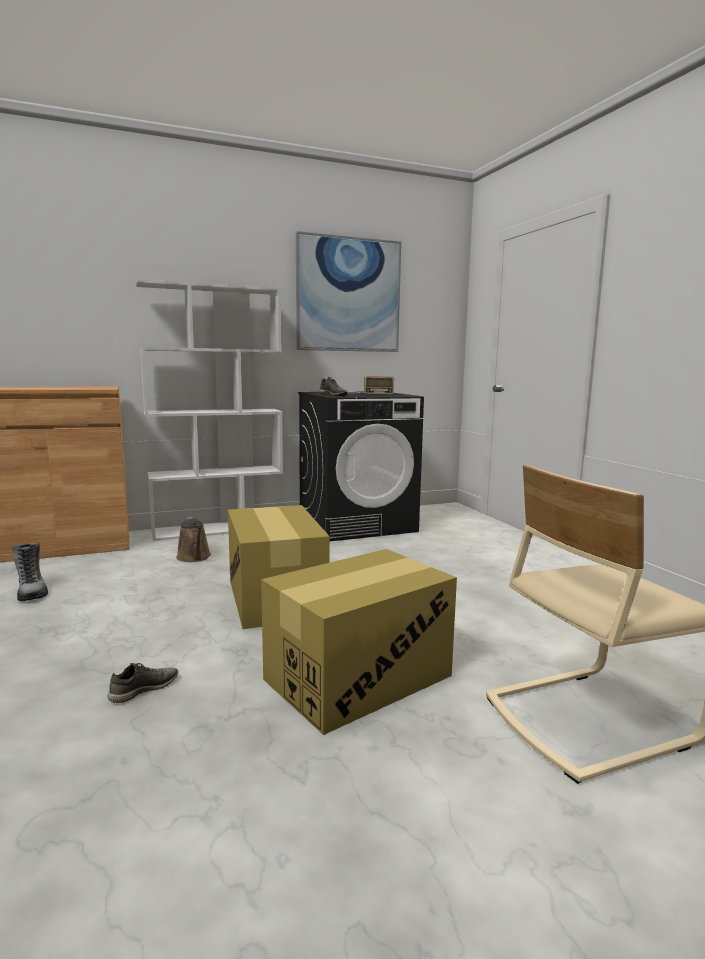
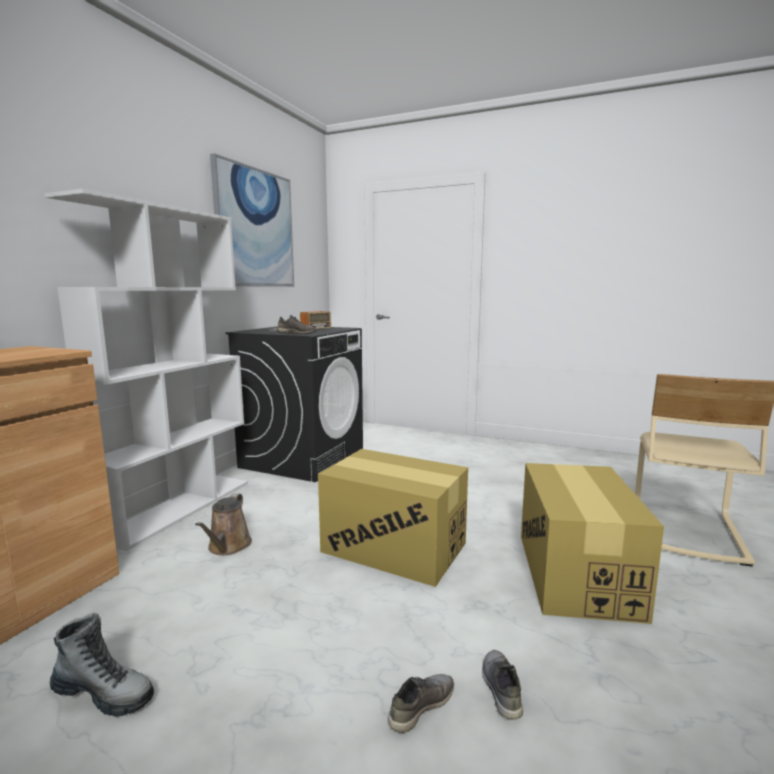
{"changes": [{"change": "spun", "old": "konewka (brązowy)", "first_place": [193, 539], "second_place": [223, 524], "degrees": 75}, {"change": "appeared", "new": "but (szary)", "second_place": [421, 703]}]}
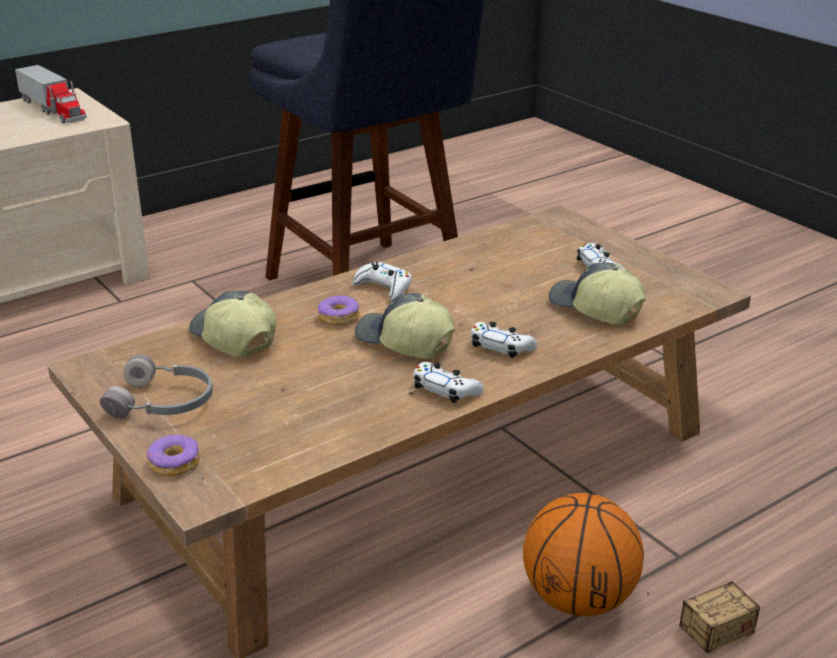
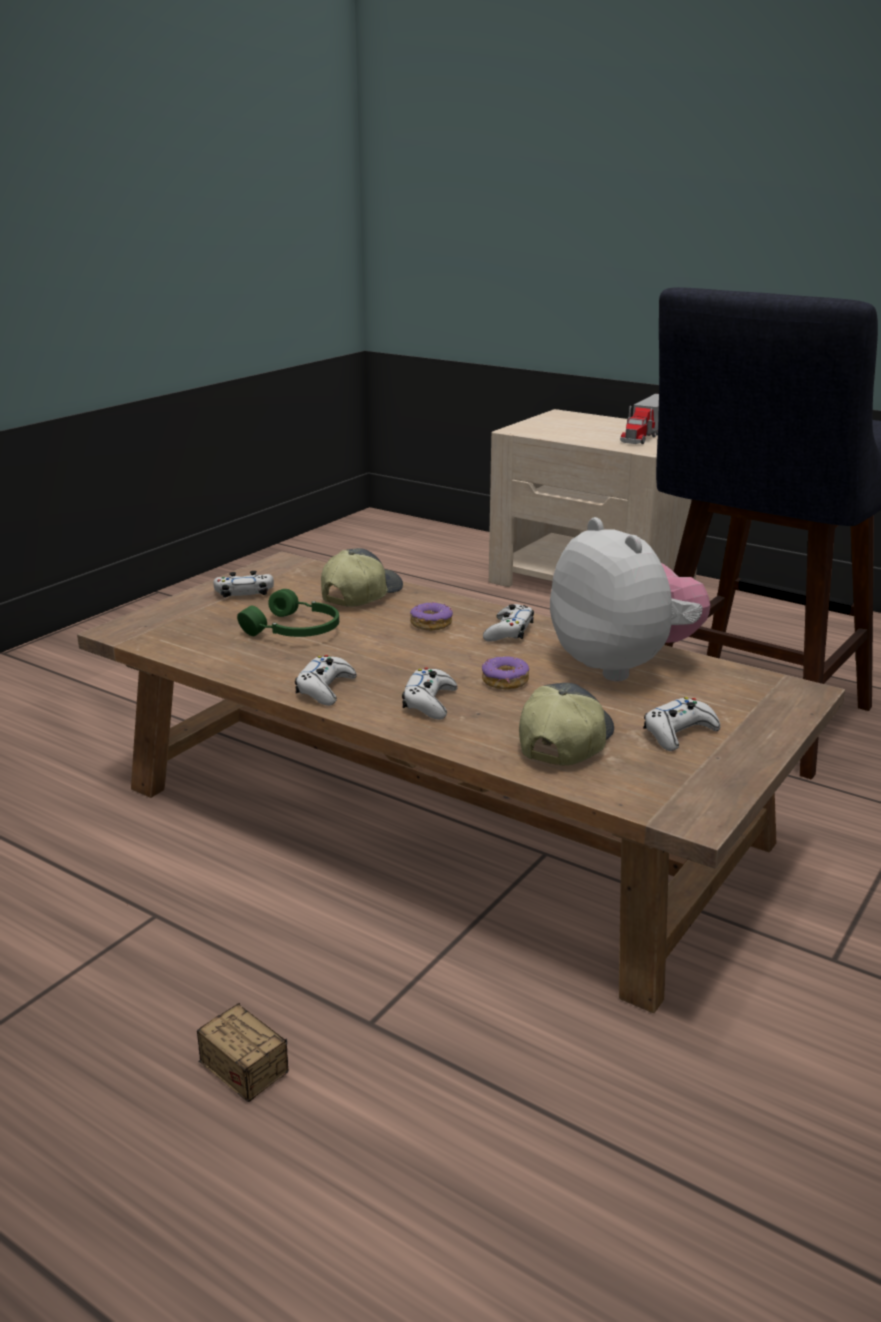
{"changes": [{"change": "missing", "old": "czapka z daszkiem", "first_place": [405, 326]}, {"change": "exchanged", "old": "słuchawki (szary)", "new": "pad do gier (biały)", "first_place": [156, 387], "second_place": [243, 584]}, {"change": "relocated", "old": "donut", "first_place": [173, 455], "second_place": [505, 673]}, {"change": "missing", "old": "piłka do koszykówki", "first_place": [583, 554]}, {"change": "appeared", "new": "pluszak", "second_place": [630, 599]}, {"change": "appeared", "new": "słuchawki (zielony)", "second_place": [288, 613]}]}
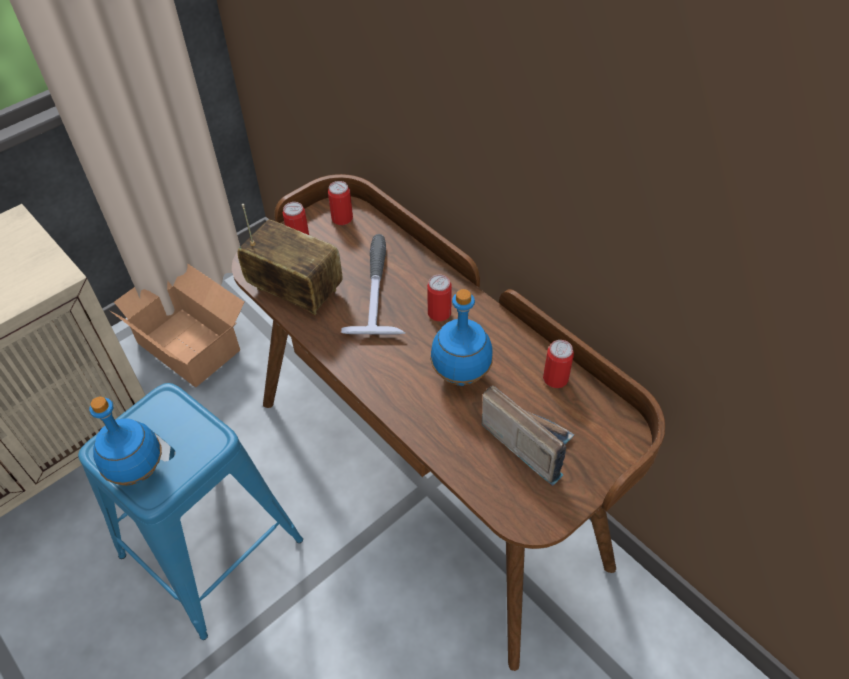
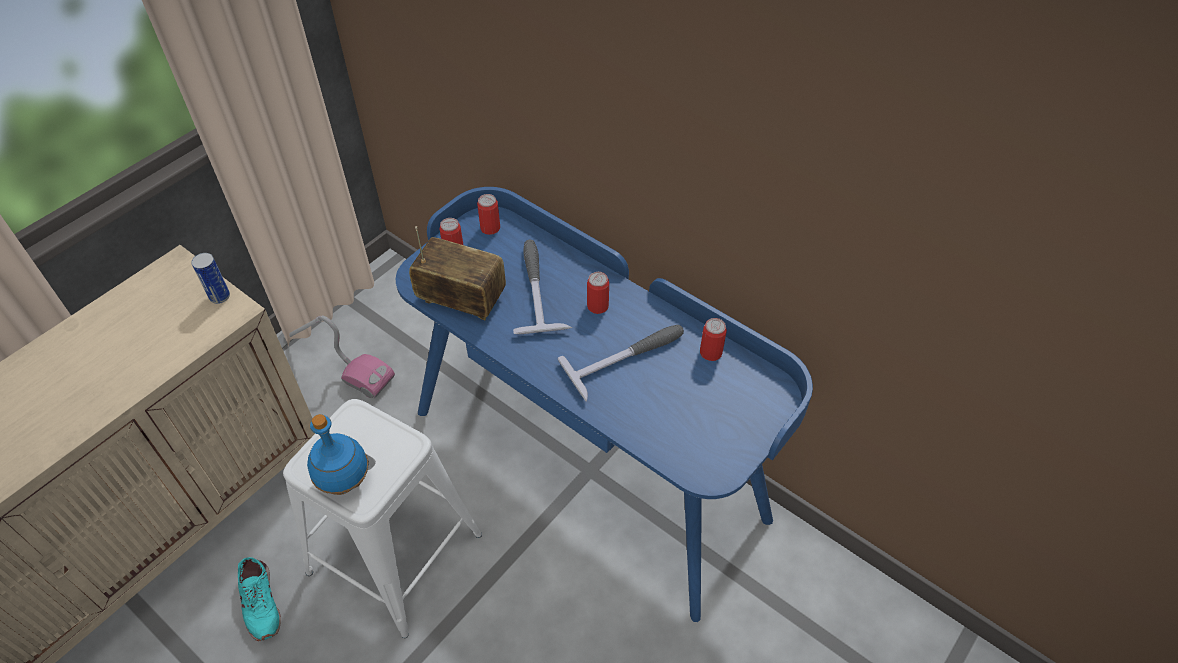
{"changes": [{"change": "colour", "old": "biurko (brązowy)", "new": "biurko (niebieski)", "first_place": [448, 422], "second_place": [604, 404]}, {"change": "exchanged", "old": "karton", "new": "odkurzacz", "first_place": [176, 325], "second_place": [336, 357]}, {"change": "exchanged", "old": "butelka (niebieski)", "new": "młotek", "first_place": [461, 337], "second_place": [621, 363]}, {"change": "colour", "old": "stołek (niebieski)", "new": "stołek (biały)", "first_place": [190, 511], "second_place": [382, 518]}, {"change": "missing", "old": "radio", "first_place": [527, 435]}, {"change": "appeared", "new": "puszka", "second_place": [210, 278]}, {"change": "appeared", "new": "but (turkusowy)", "second_place": [259, 599]}]}
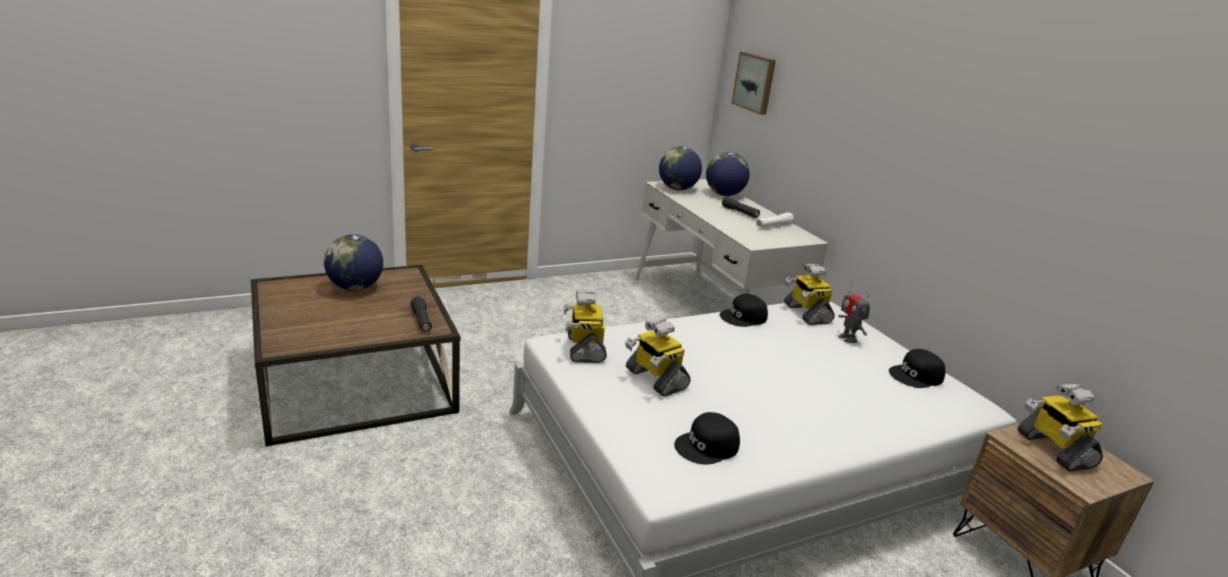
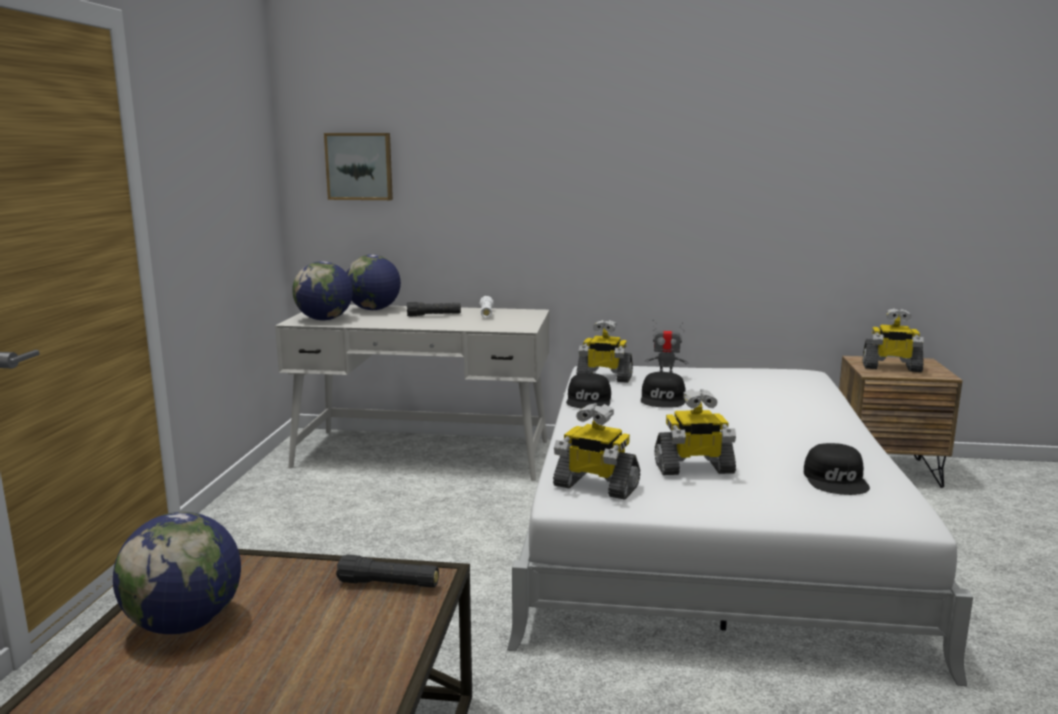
{"changes": [{"change": "relocated", "old": "czapka z daszkiem (czarny)", "first_place": [917, 368], "second_place": [663, 390]}]}
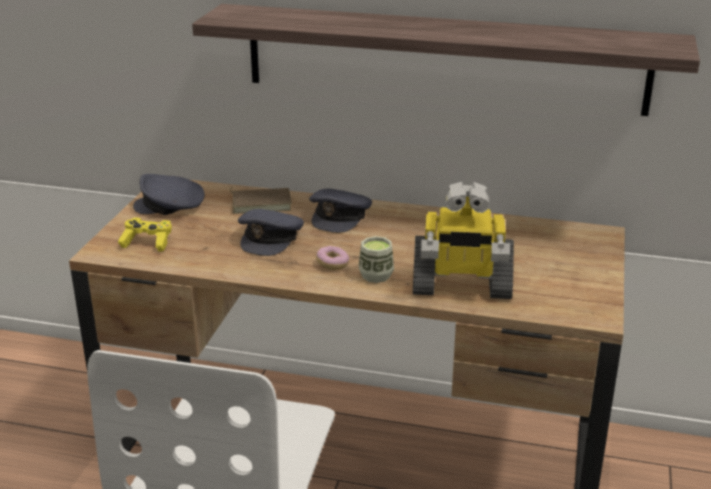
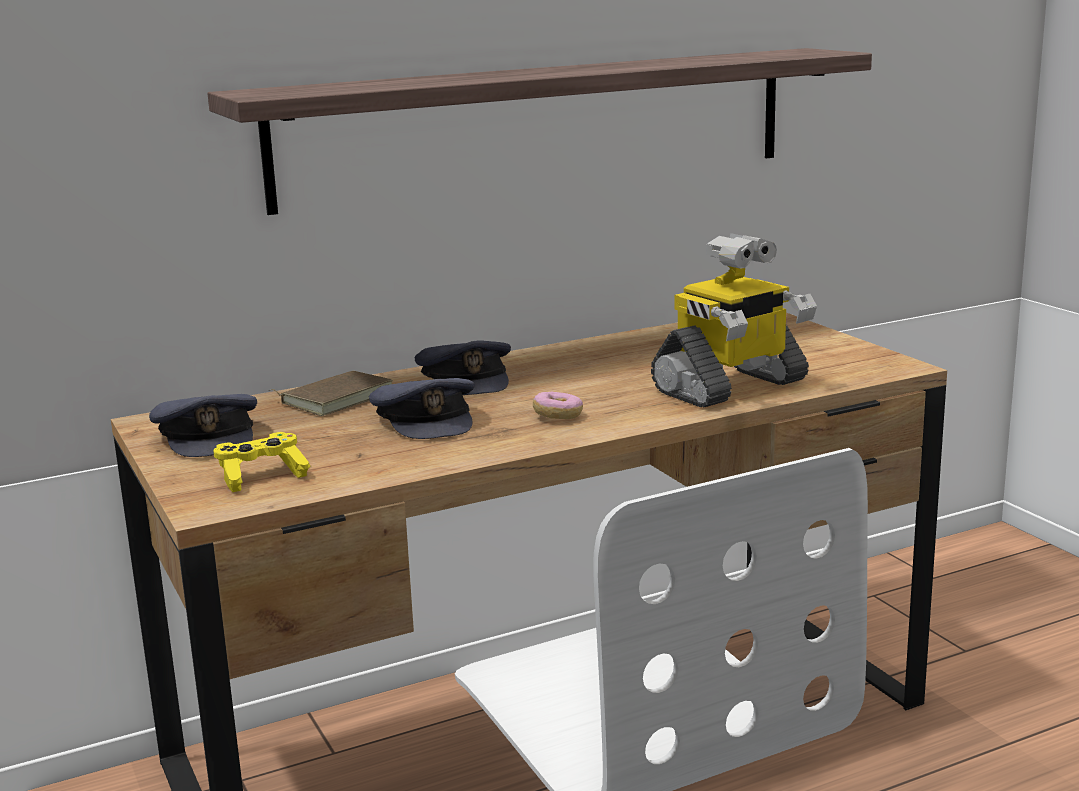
{"changes": [{"change": "spun", "old": "czapka z daszkiem (szary)", "first_place": [169, 194], "second_place": [203, 425], "degrees": -75}, {"change": "missing", "old": "filiżanka", "first_place": [376, 259]}]}
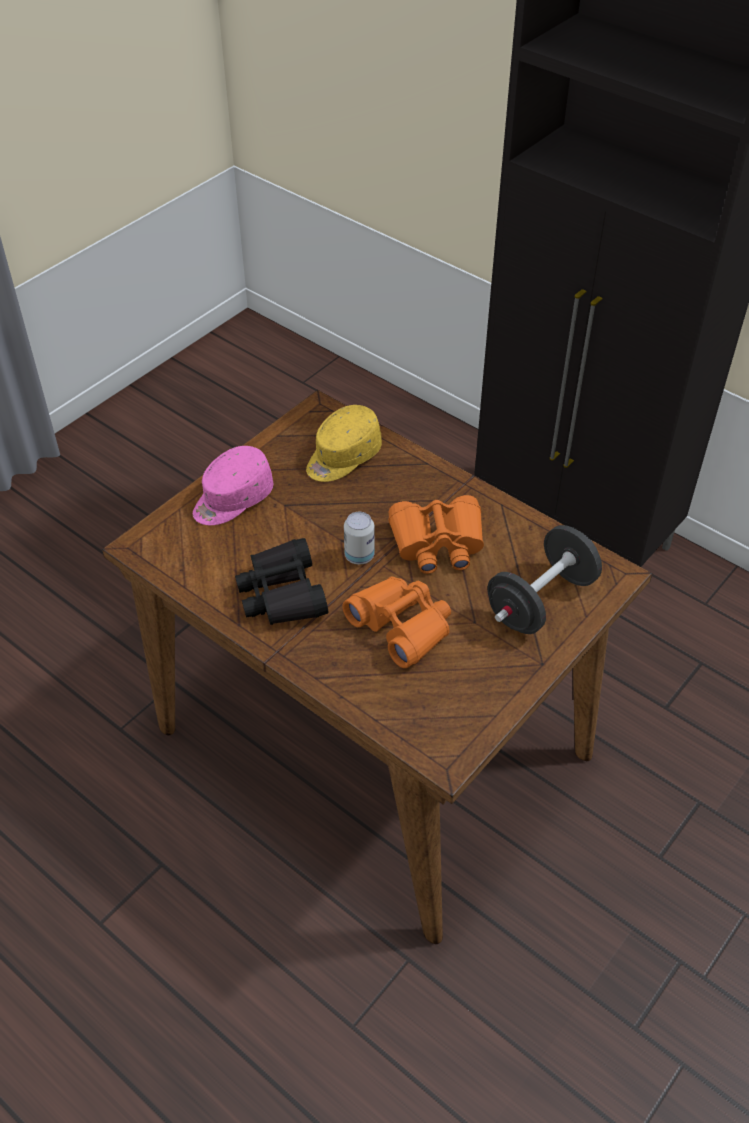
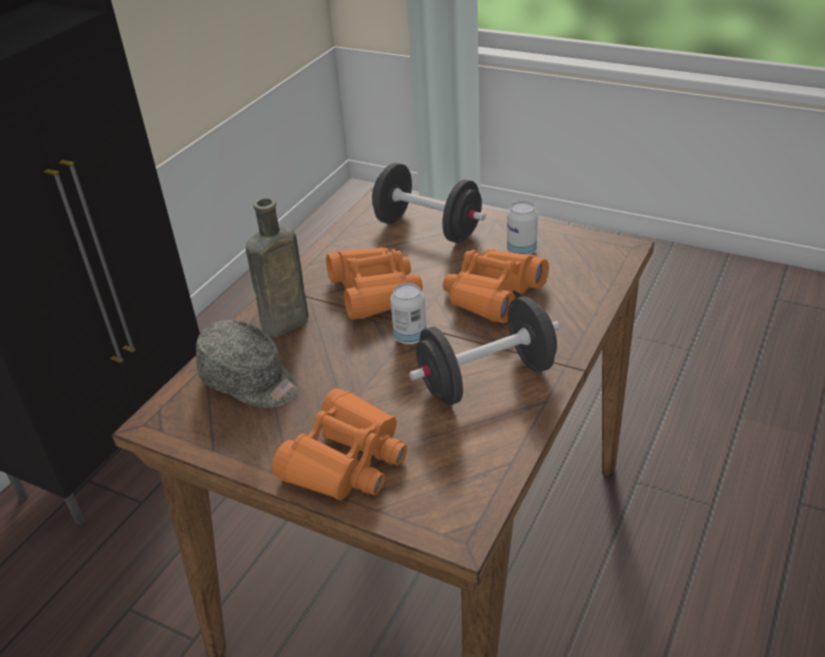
{"changes": [{"change": "colour", "old": "czapka z daszkiem (żółty)", "new": "czapka z daszkiem (szary)", "first_place": [344, 443], "second_place": [247, 364]}, {"change": "exchanged", "old": "czapka z daszkiem (różowy)", "new": "lornetka (pomarańczowy)", "first_place": [233, 485], "second_place": [339, 444]}, {"change": "exchanged", "old": "lornetka (czarny)", "new": "hantel (czarny)", "first_place": [281, 581], "second_place": [484, 350]}, {"change": "appeared", "new": "butelka (brązowy)", "second_place": [277, 267]}, {"change": "appeared", "new": "puszka", "second_place": [522, 228]}]}
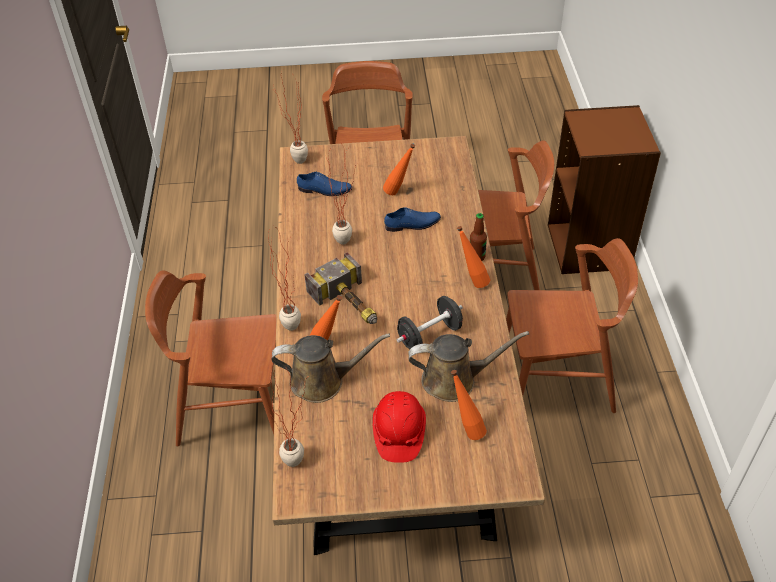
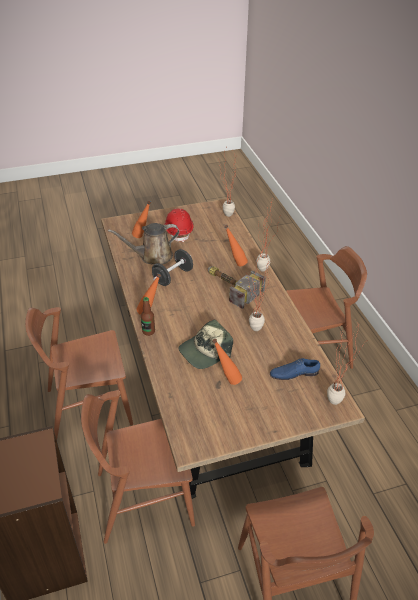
{"changes": [{"change": "exchanged", "old": "but (niebieski)", "new": "czapka z daszkiem", "first_place": [412, 219], "second_place": [206, 344]}, {"change": "missing", "old": "konewka (brązowy)", "first_place": [330, 368]}]}
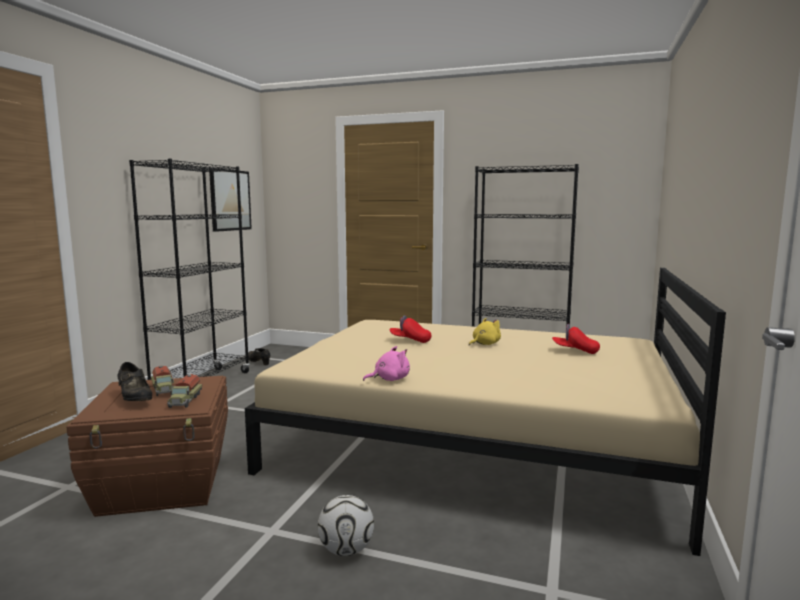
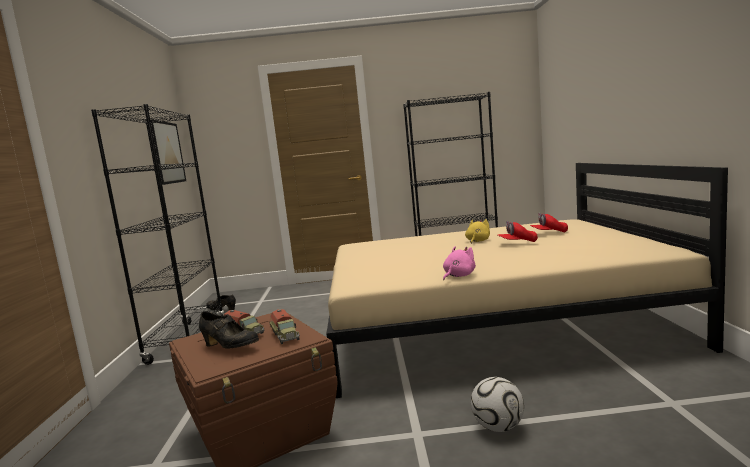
{"changes": [{"change": "relocated", "old": "czapka z daszkiem (czerwony)", "first_place": [411, 329], "second_place": [518, 231]}]}
